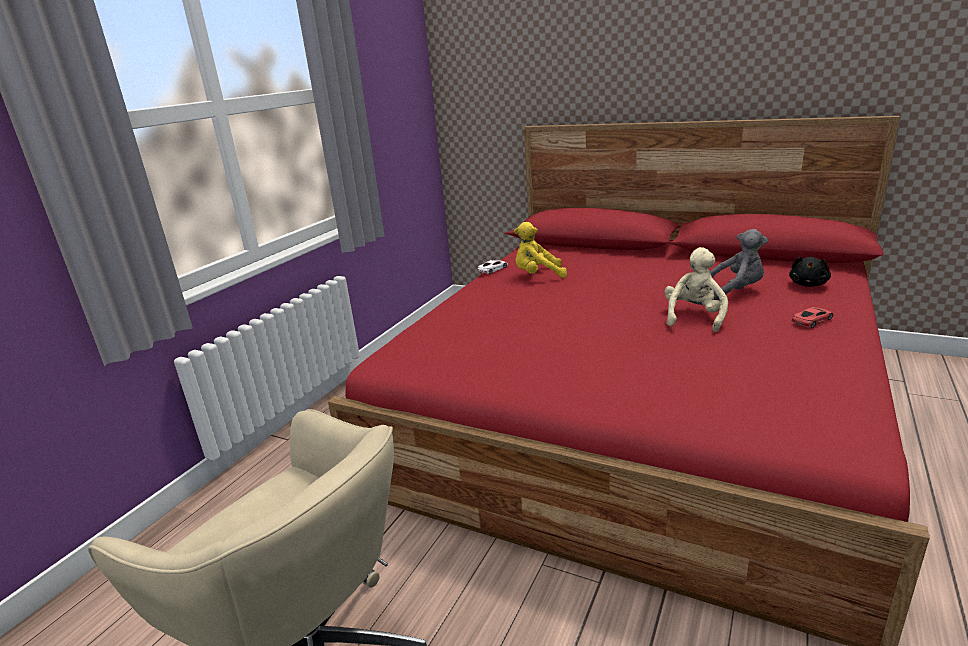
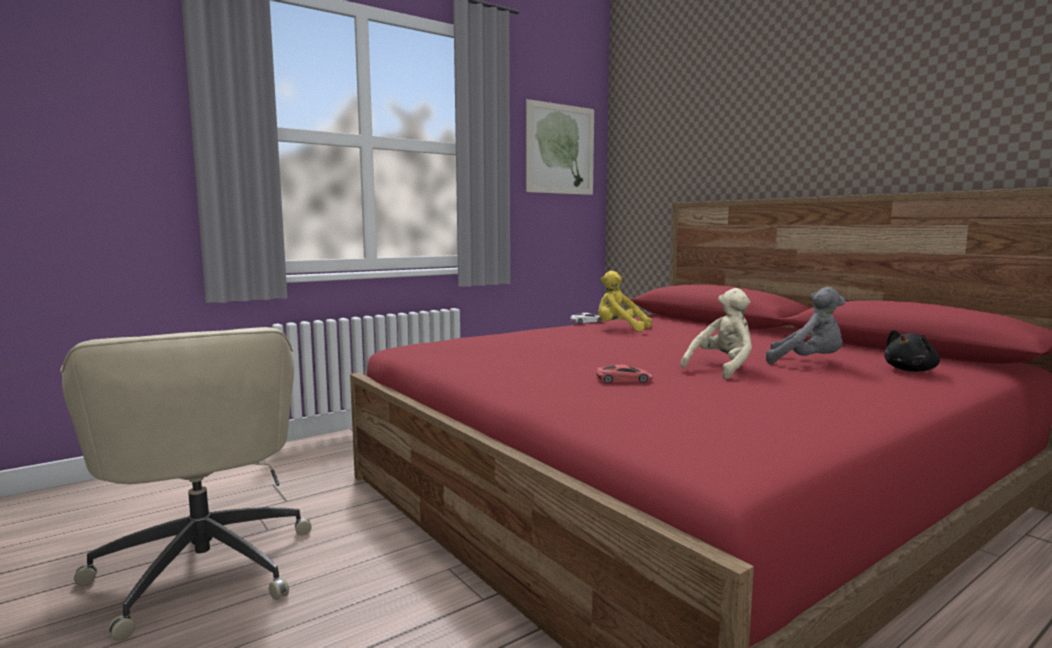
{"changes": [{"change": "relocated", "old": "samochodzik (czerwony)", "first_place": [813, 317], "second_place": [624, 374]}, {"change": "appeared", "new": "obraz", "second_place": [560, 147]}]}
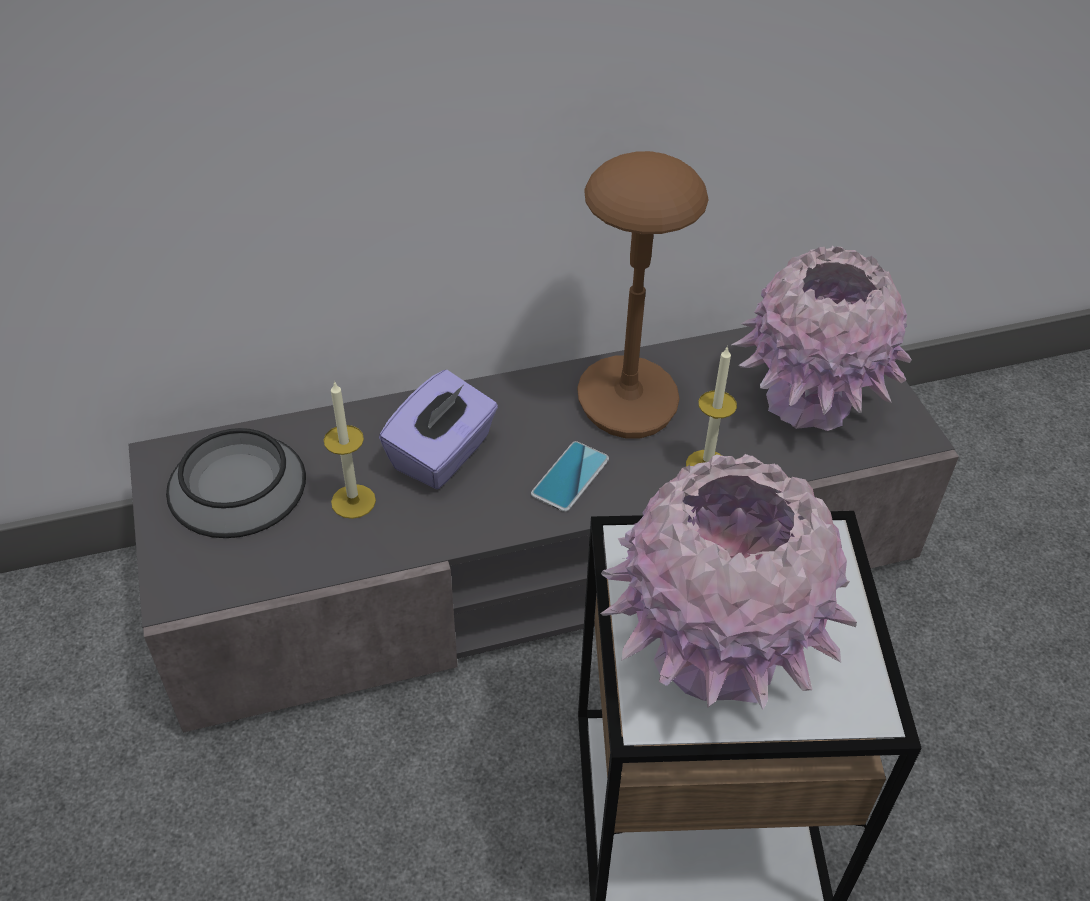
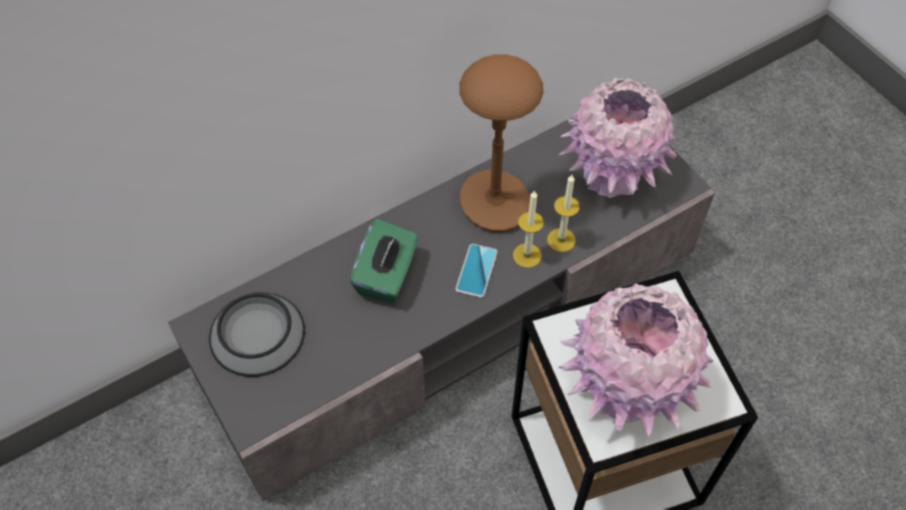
{"changes": [{"change": "colour", "old": "pudełko chusteczek (fioletowy)", "new": "pudełko chusteczek (zielony)", "first_place": [438, 429], "second_place": [384, 260]}, {"change": "relocated", "old": "świeca", "first_place": [350, 450], "second_place": [528, 229]}]}
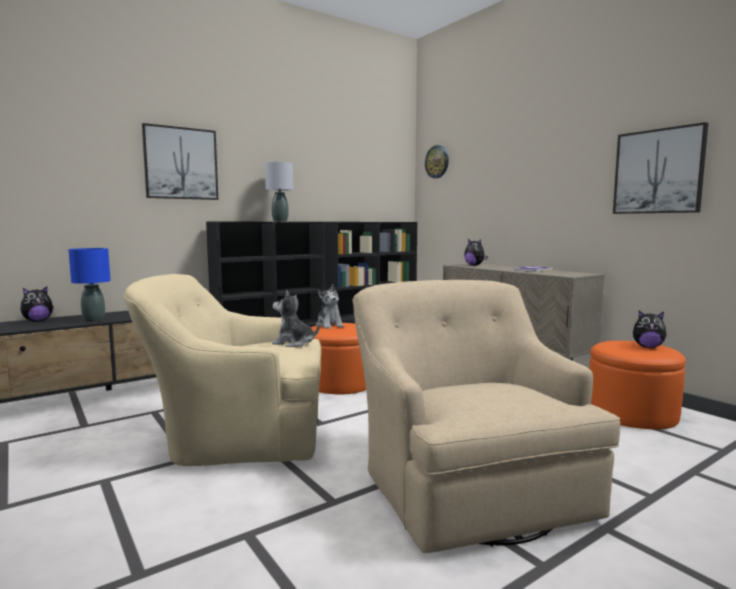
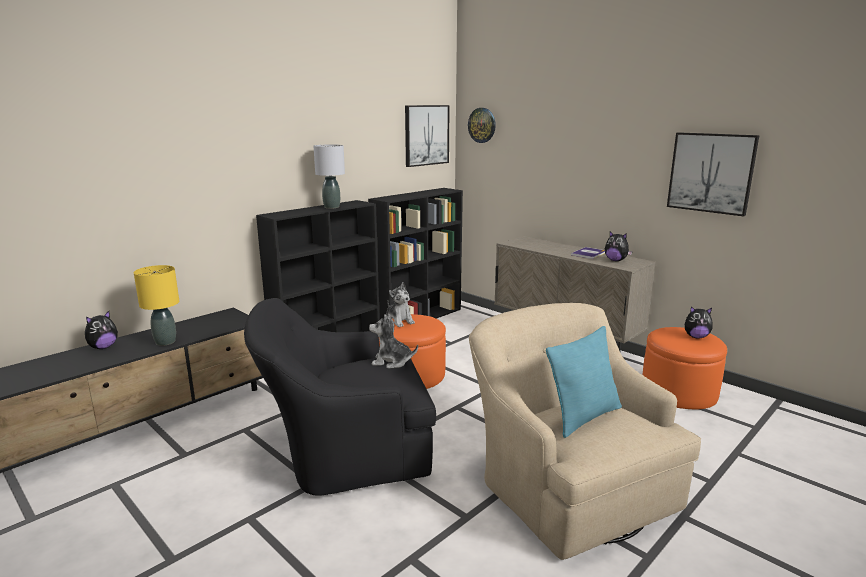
{"changes": [{"change": "relocated", "old": "obraz", "first_place": [180, 161], "second_place": [427, 136]}, {"change": "relocated", "old": "pluszak", "first_place": [476, 252], "second_place": [619, 246]}, {"change": "colour", "old": "lampa stołowa (niebieski)", "new": "lampa stołowa (żółty)", "first_place": [89, 285], "second_place": [156, 305]}, {"change": "colour", "old": "fotel (beżowy)", "new": "fotel (czarny)", "first_place": [222, 370], "second_place": [340, 397]}, {"change": "appeared", "new": "poduszka (turkusowy)", "second_place": [584, 382]}]}
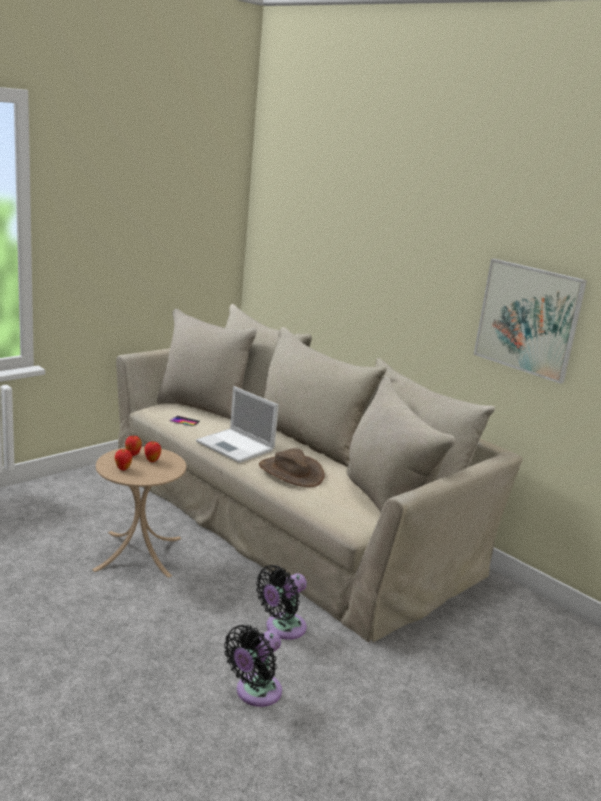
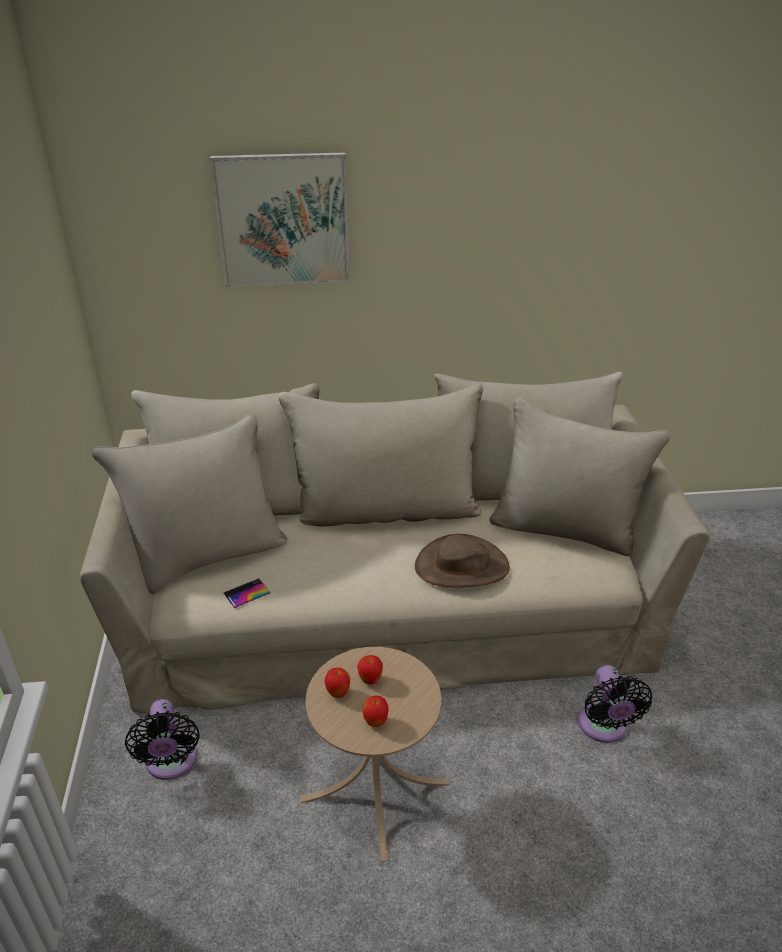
{"changes": [{"change": "relocated", "old": "obraz", "first_place": [530, 321], "second_place": [280, 219]}, {"change": "missing", "old": "laptop", "first_place": [237, 424]}, {"change": "relocated", "old": "wentylator (czarny)", "first_place": [253, 666], "second_place": [162, 739]}]}
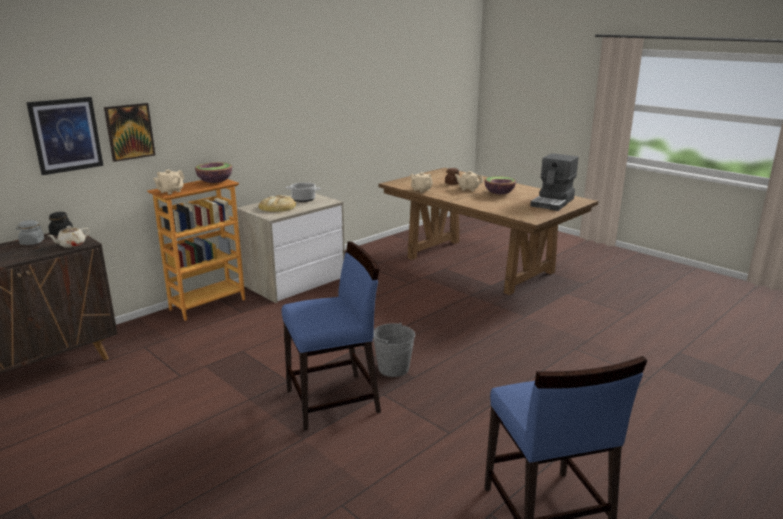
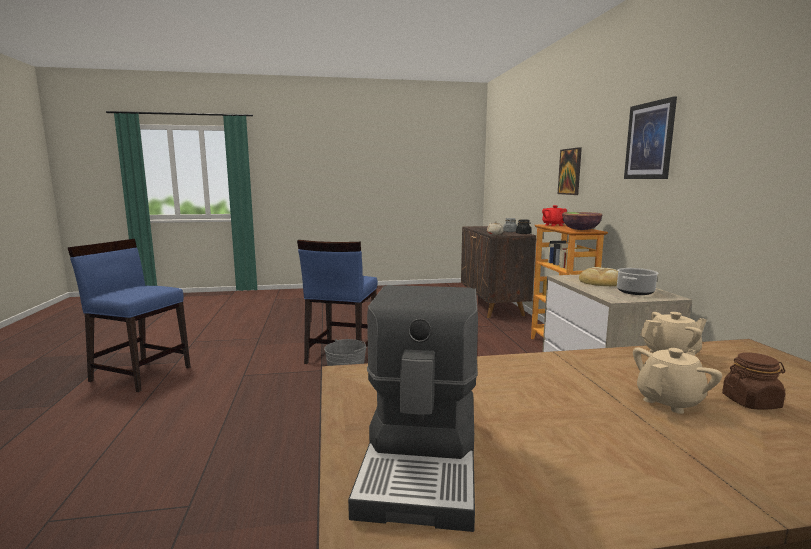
{"changes": [{"change": "relocated", "old": "obraz", "first_place": [64, 136], "second_place": [650, 137]}, {"change": "spun", "old": "ekspres do kawy", "first_place": [554, 182], "second_place": [413, 408], "degrees": -150}, {"change": "colour", "old": "imbryk (beżowy)", "new": "imbryk (czerwony)", "first_place": [168, 182], "second_place": [554, 215]}, {"change": "missing", "old": "miska", "first_place": [500, 185]}]}
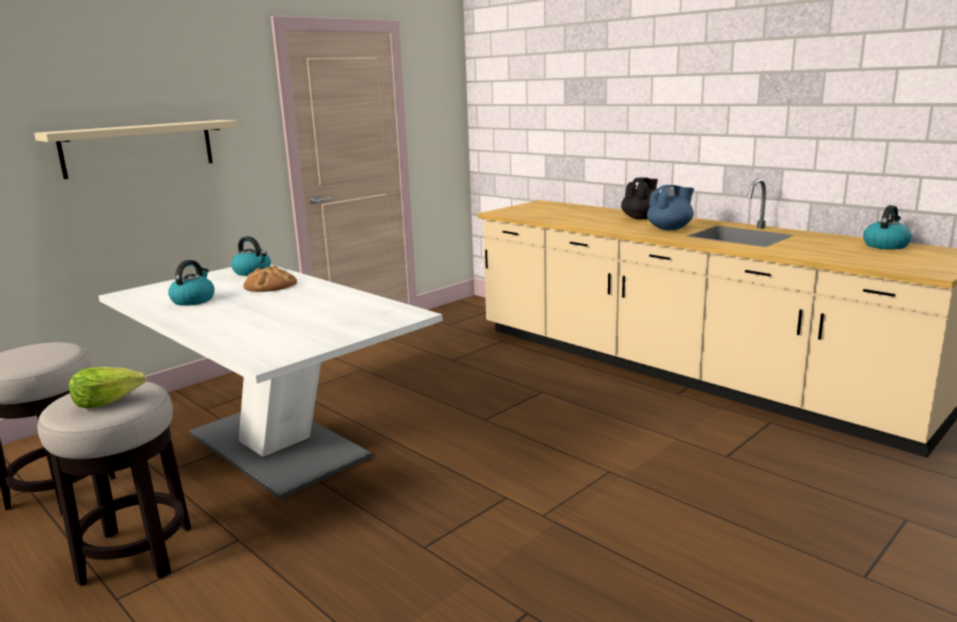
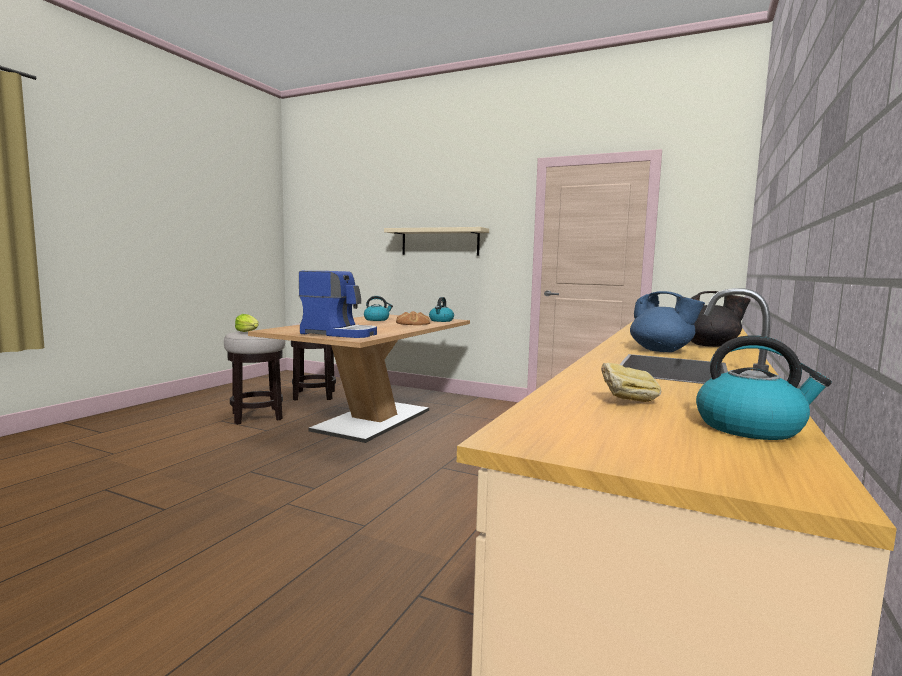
{"changes": [{"change": "colour", "old": "stół jadalny (biały)", "new": "stół jadalny (brązowy)", "first_place": [271, 382], "second_place": [359, 379]}, {"change": "appeared", "new": "ekspres do kawy", "second_place": [338, 304]}, {"change": "appeared", "new": "chleb", "second_place": [631, 382]}]}
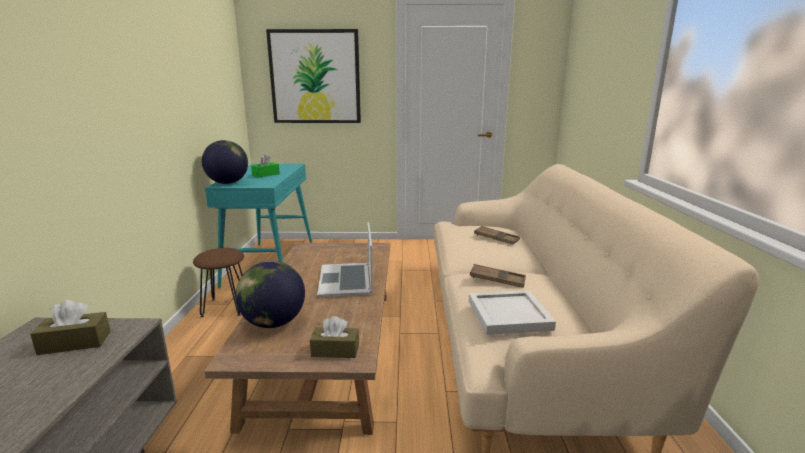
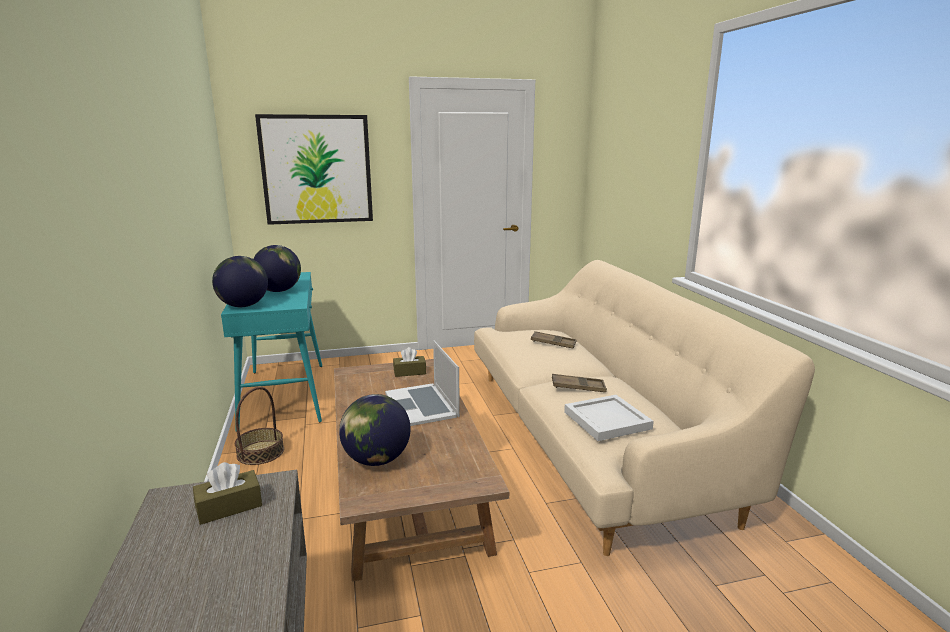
{"changes": [{"change": "exchanged", "old": "pudełko chusteczek (zielony)", "new": "globus", "first_place": [265, 166], "second_place": [277, 268]}, {"change": "exchanged", "old": "stołek (brązowy)", "new": "koszyk", "first_place": [218, 283], "second_place": [259, 426]}, {"change": "relocated", "old": "pudełko chusteczek (brązowy)", "first_place": [334, 337], "second_place": [409, 362]}]}
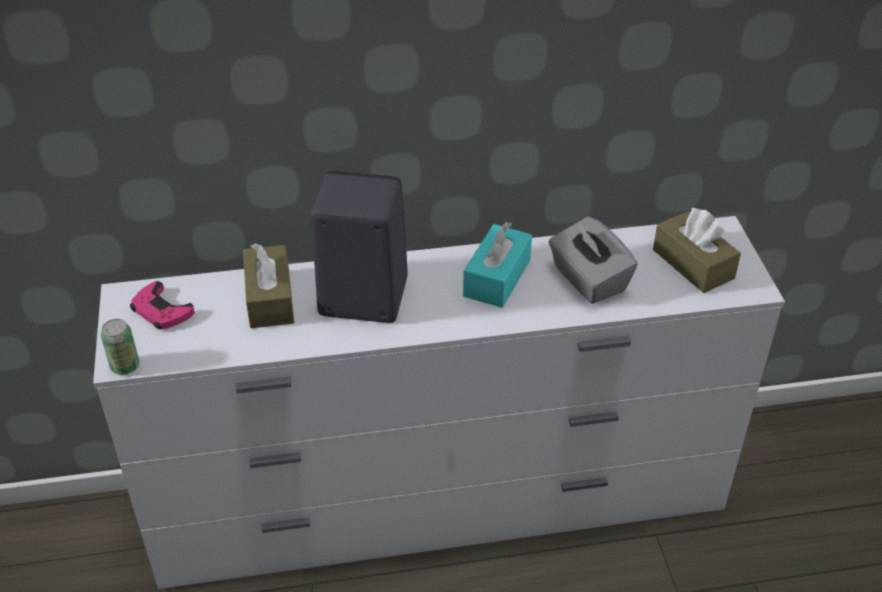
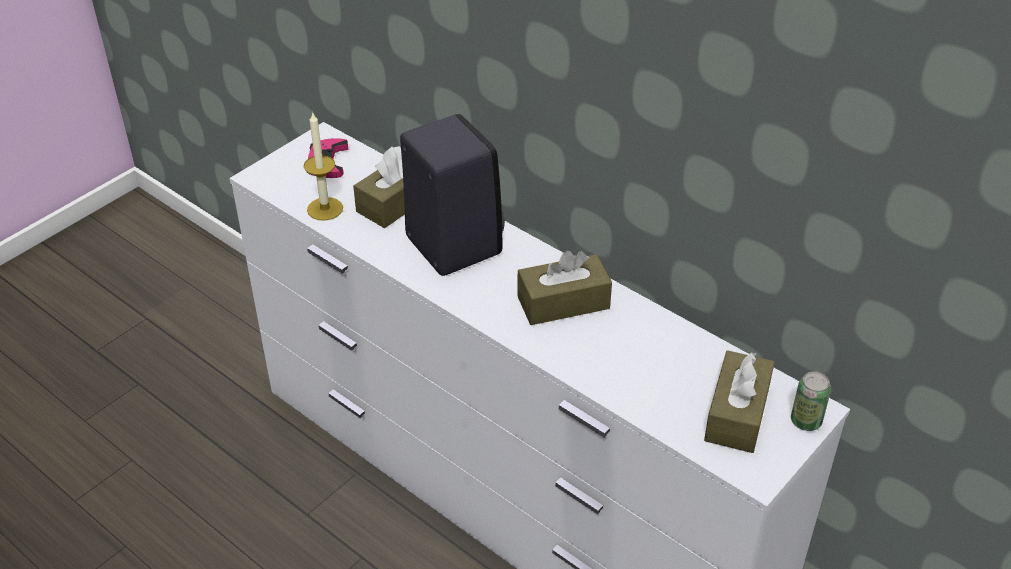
{"changes": [{"change": "missing", "old": "pudełko chusteczek (szary)", "first_place": [593, 260]}, {"change": "colour", "old": "pudełko chusteczek (turkusowy)", "new": "pudełko chusteczek (brązowy)", "first_place": [497, 264], "second_place": [564, 288]}, {"change": "relocated", "old": "puszka", "first_place": [120, 347], "second_place": [811, 401]}, {"change": "appeared", "new": "świeca", "second_place": [323, 166]}]}
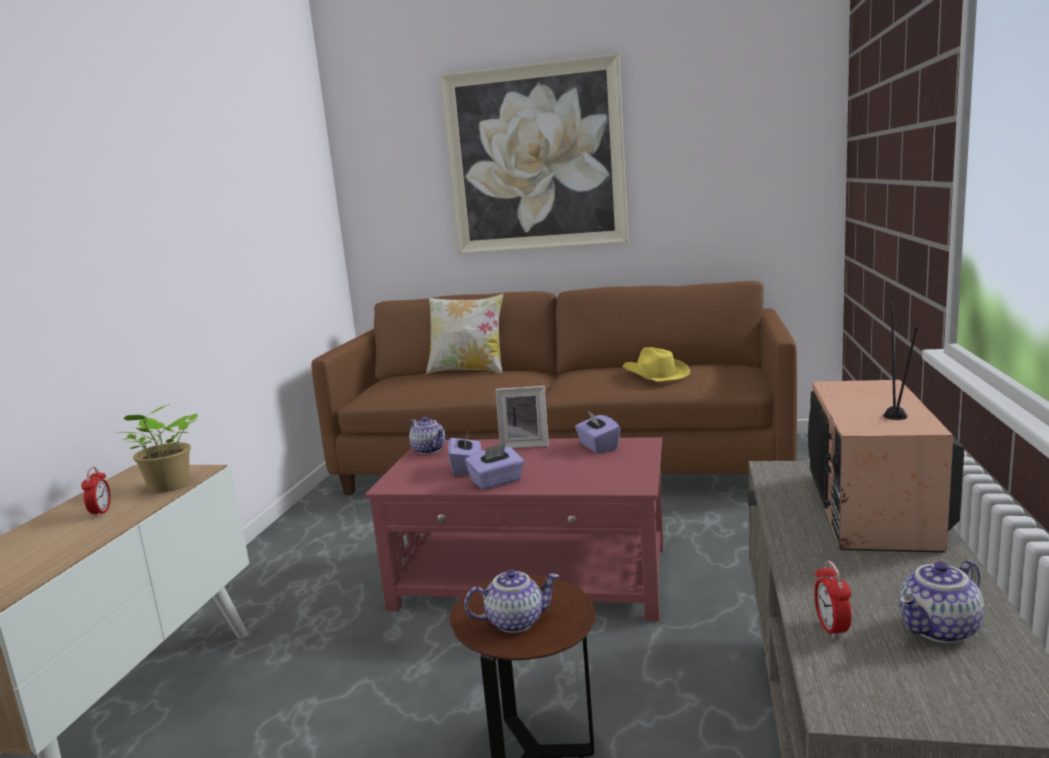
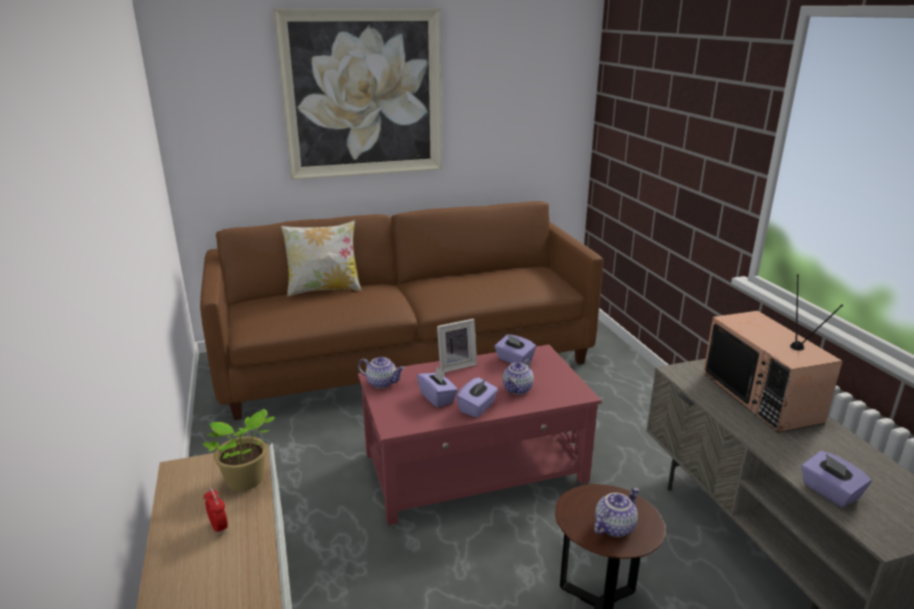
{"changes": [{"change": "missing", "old": "kapelusz (żółty)", "first_place": [656, 364]}, {"change": "relocated", "old": "imbryk", "first_place": [941, 601], "second_place": [518, 377]}, {"change": "exchanged", "old": "budzik", "new": "pudełko chusteczek (fioletowy)", "first_place": [833, 600], "second_place": [836, 479]}]}
